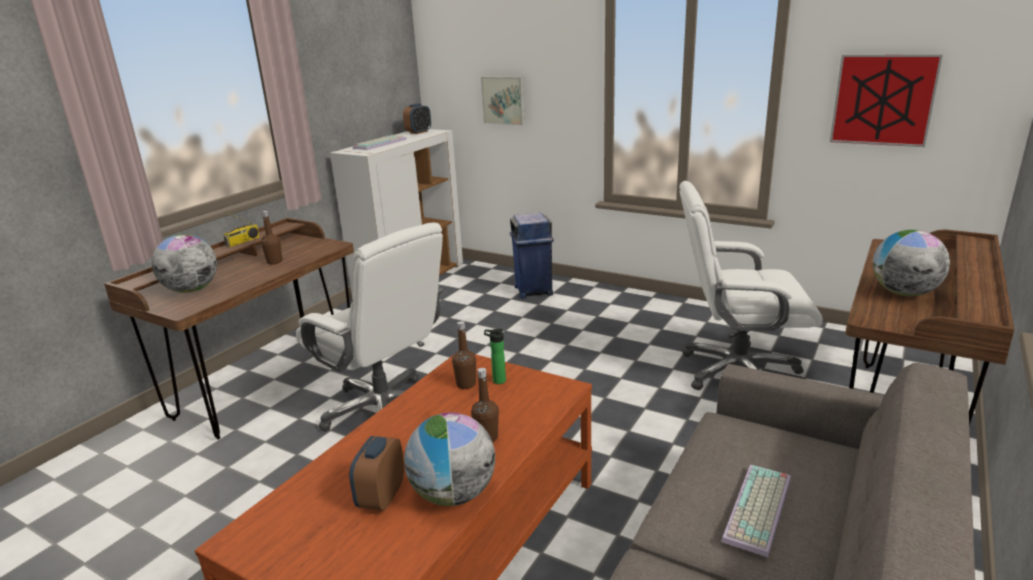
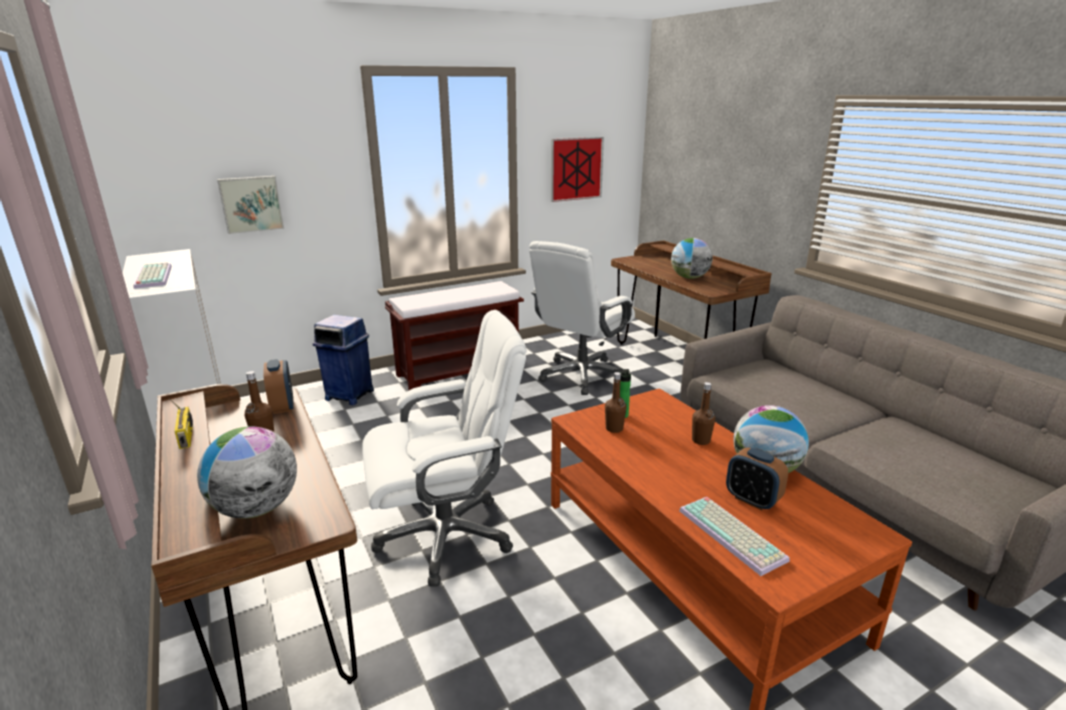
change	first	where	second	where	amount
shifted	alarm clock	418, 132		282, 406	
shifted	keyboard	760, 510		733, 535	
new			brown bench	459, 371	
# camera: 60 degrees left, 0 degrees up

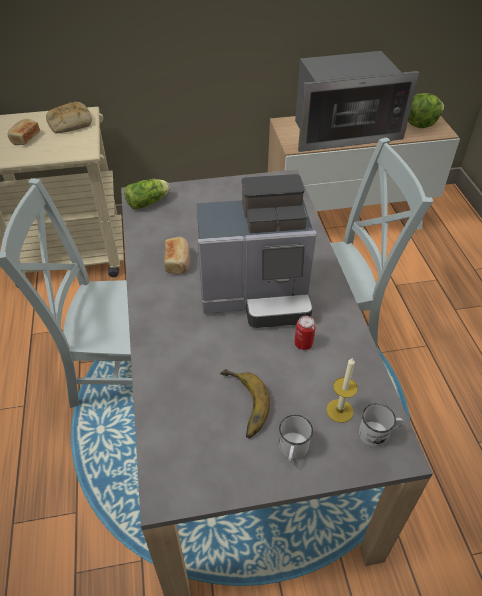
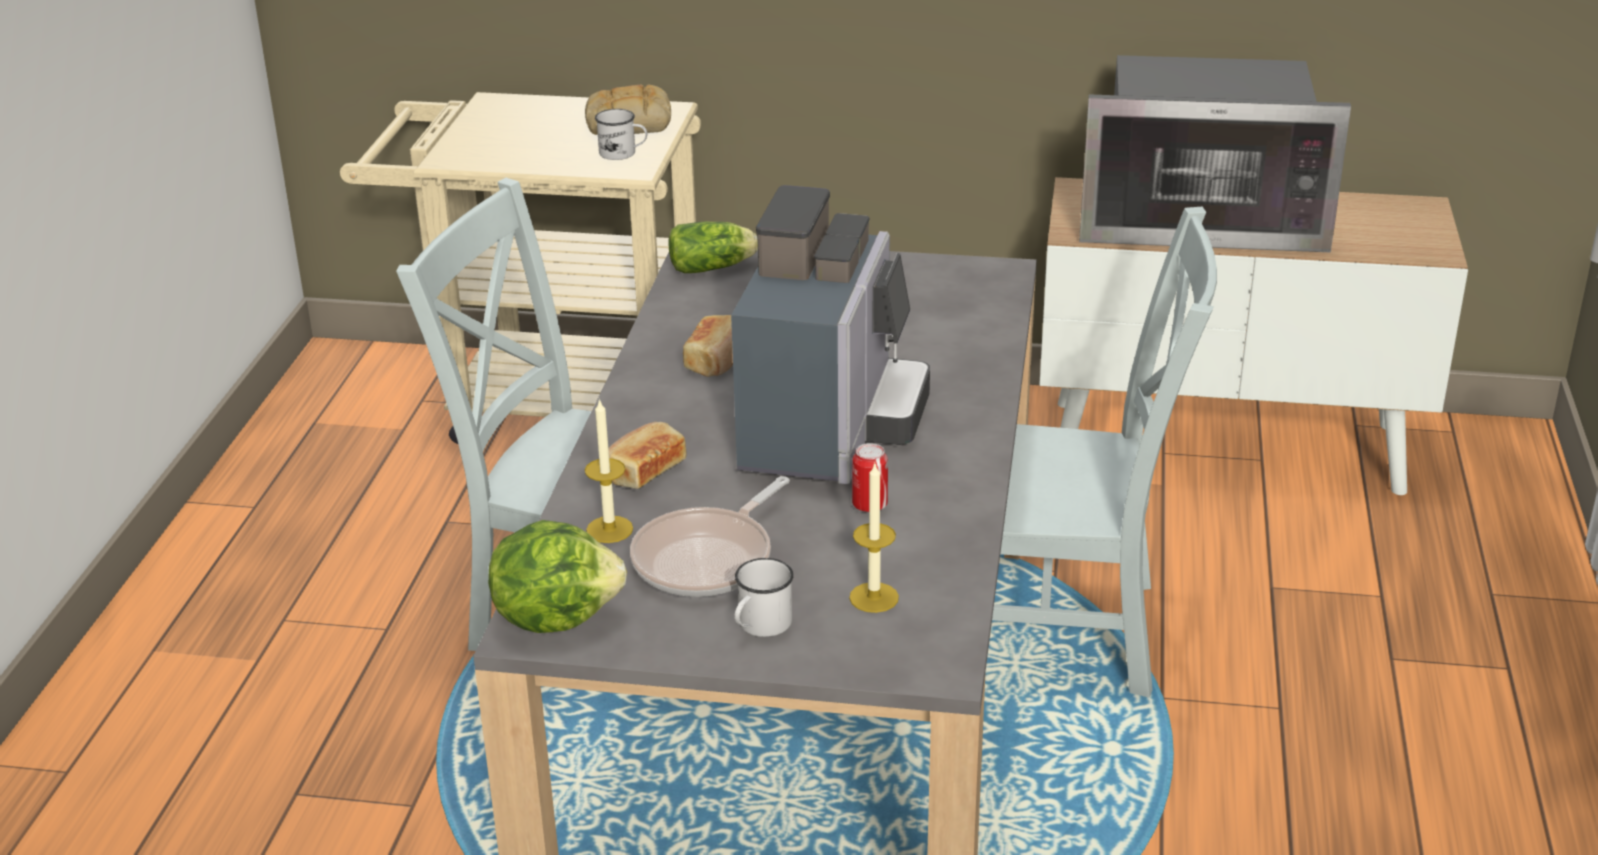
change	first	where	second	where	amount
shifted	lettuce	420, 124		556, 616	
shifted	bread	25, 138		644, 471	
rotated	coffee machine	257, 295		830, 429	90 degrees counterclockwise
swapped	banana	240, 405	frying pan	708, 558	
shifted	white mug	378, 434		623, 153	
new			candle	609, 529	
# camera: 20 degrees right, 15 degrees down

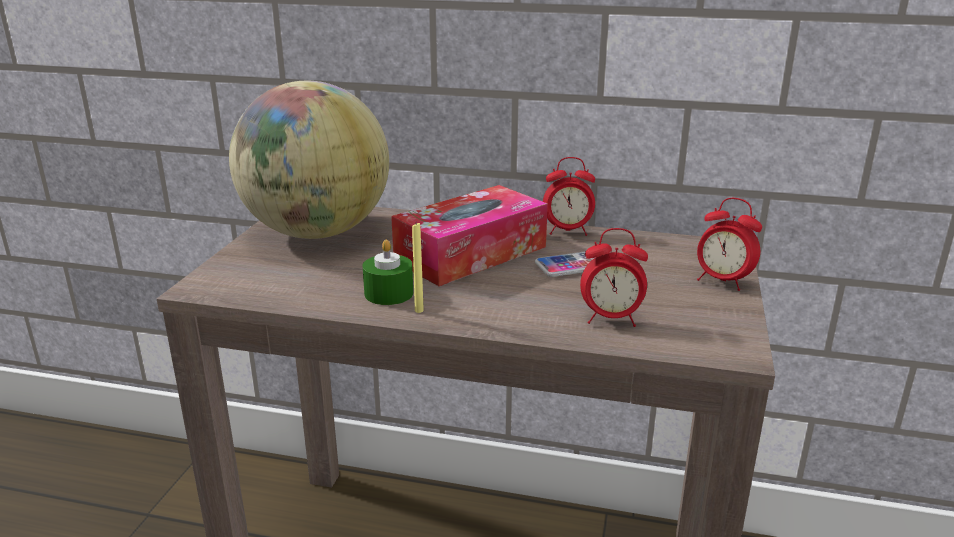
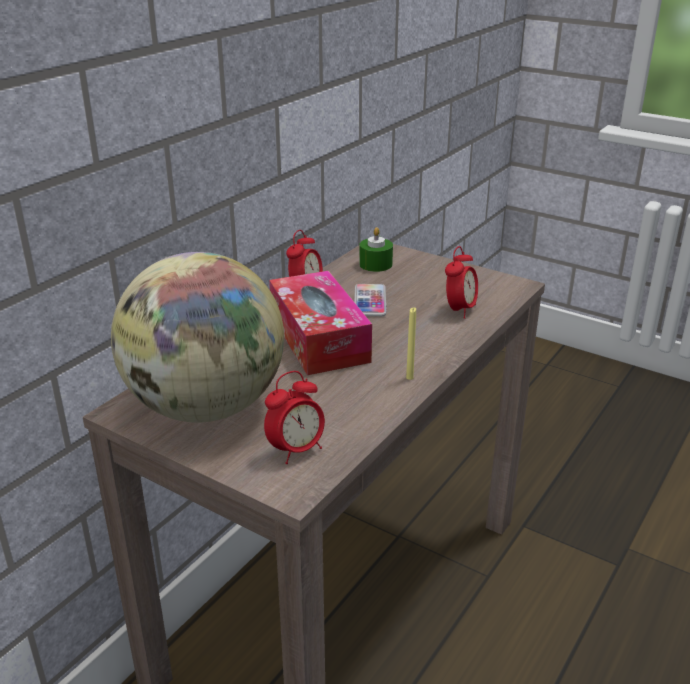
change	first	where	second	where	amount
shifted	alarm clock	722, 281		296, 450	
shifted	green candle	388, 293		375, 264	
# camera: 70 degrees left, 5 degrees up

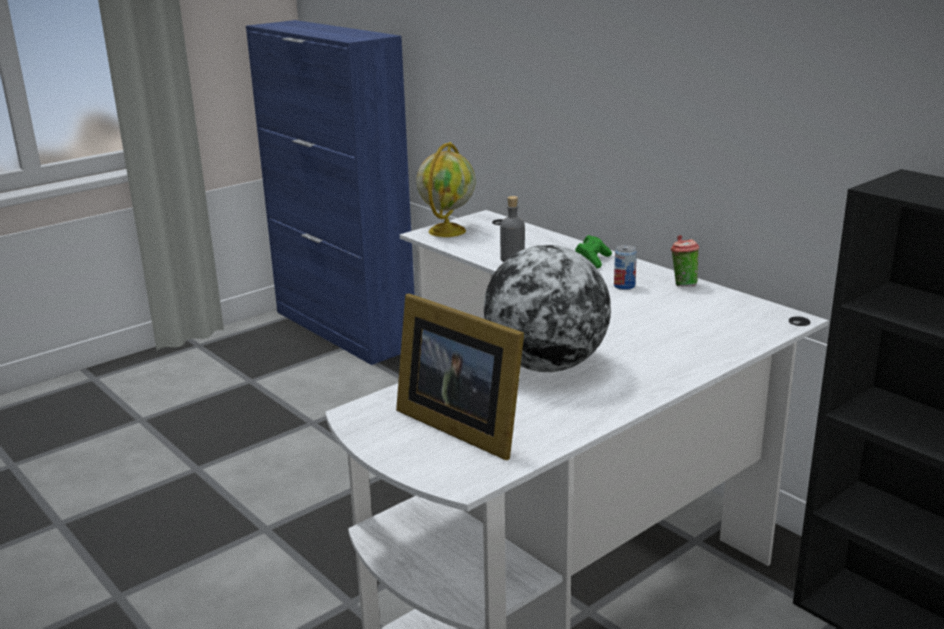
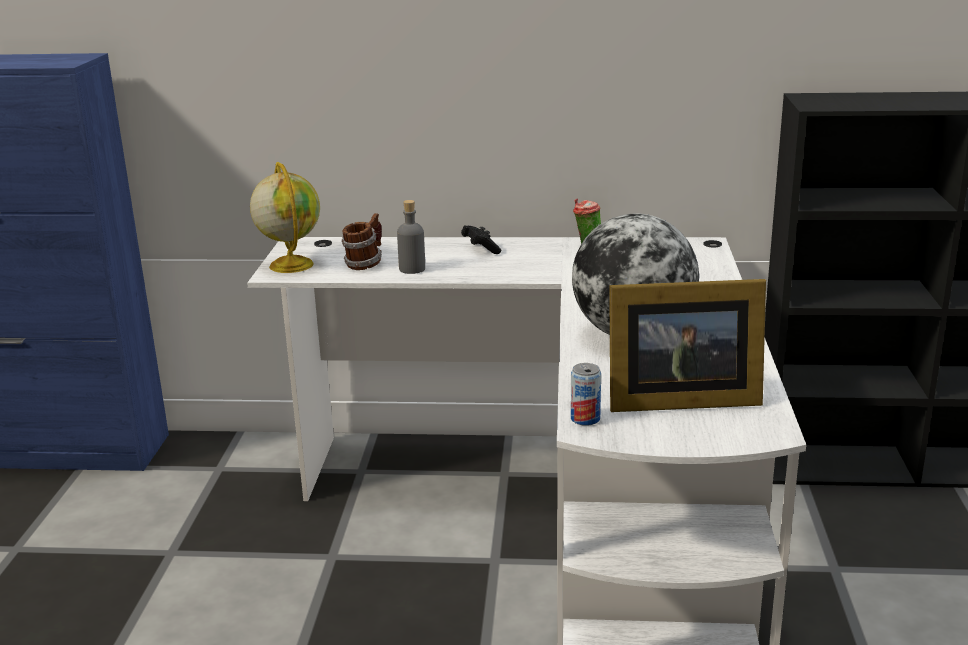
change	first	where	second	where	amount
repainted	green game controller	593, 260	black game controller	480, 249	
shifted	can	624, 286		585, 419	
new			mug	365, 264	
# camera: 45 degrees left, 0 degrees up

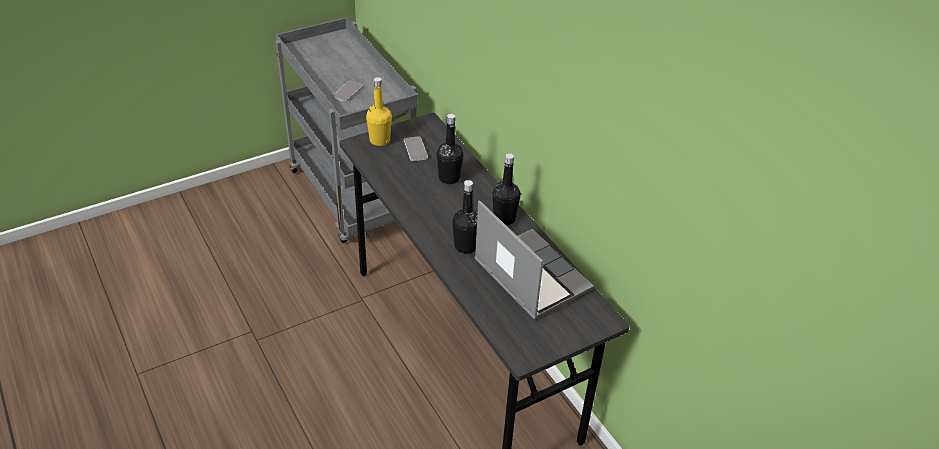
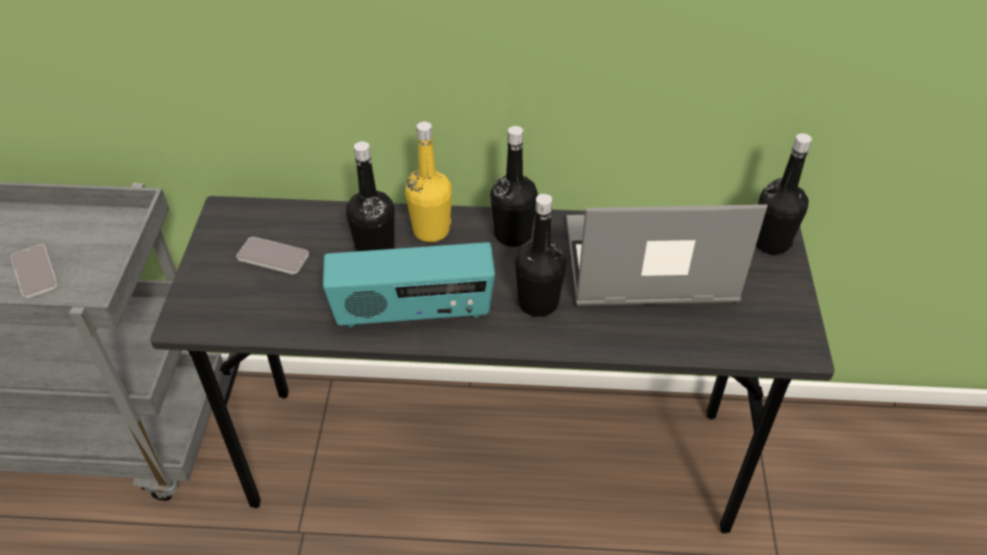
change	first	where	second	where	amount
shifted	yellow bottle	380, 140		431, 230	
new			black bottle	771, 242	
new			radio	413, 313	
# camera: 55 degrees left, 5 degrees up

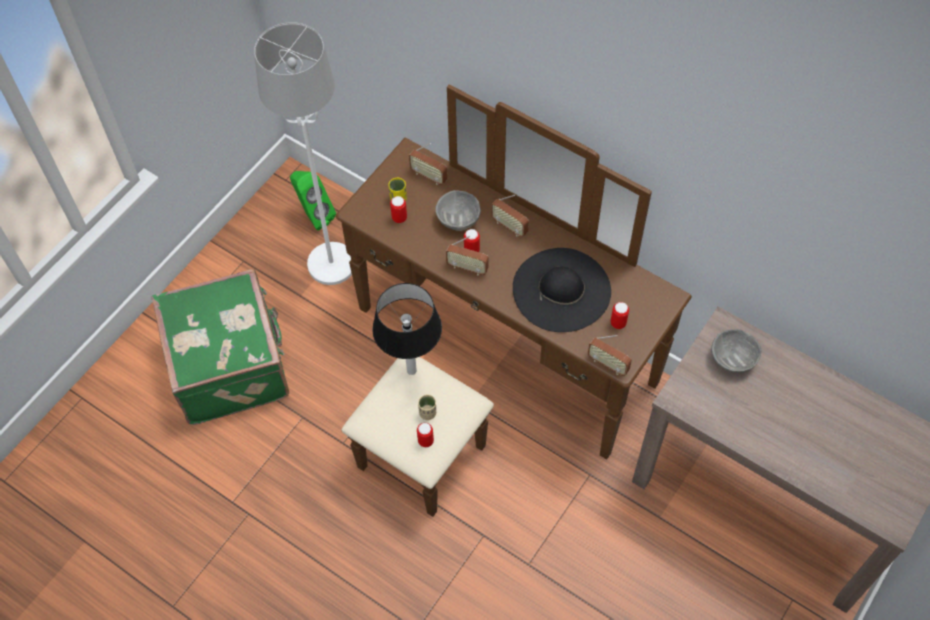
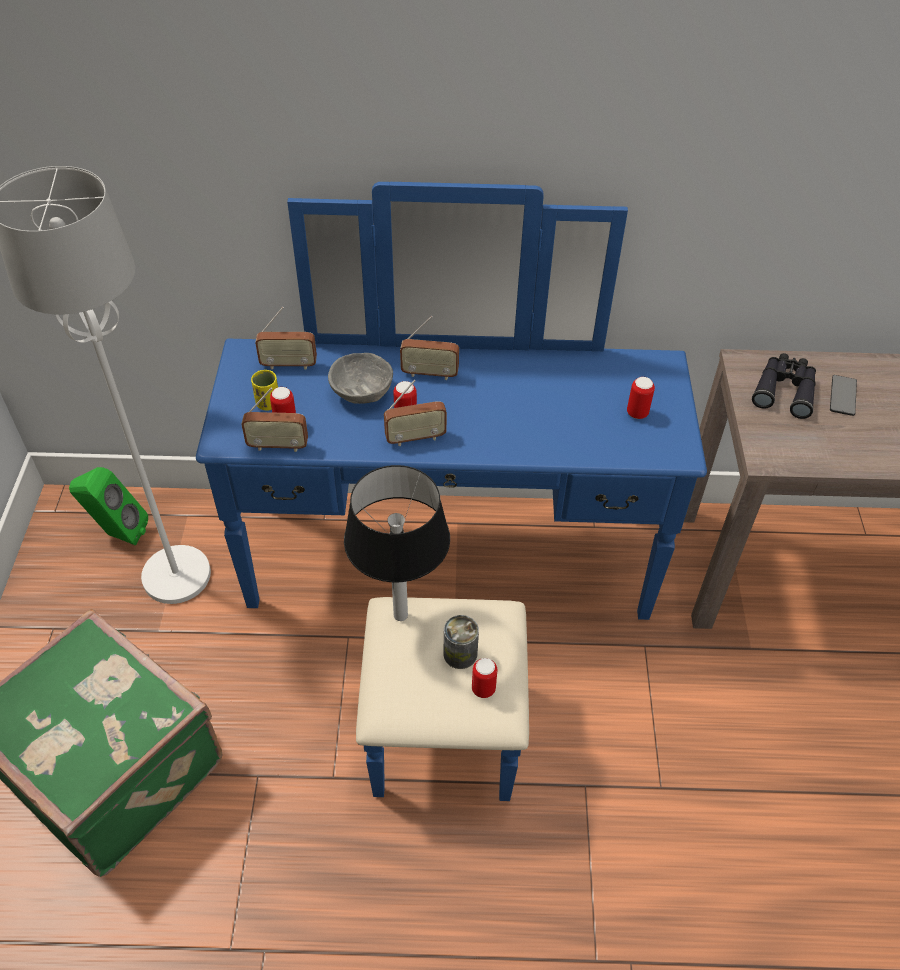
change	first	where	second	where	amount
repainted	brown dresser	488, 371	blue dresser	450, 596	
gone	black hat	561, 289			
swapped	grey bowl	733, 359	black binoculars	784, 390	
shifted	radio	608, 364		278, 446	
swapped	beige cup	427, 413	can	460, 654	
new			phone	842, 396	
# camera: 35 degrees left, 10 degrees down

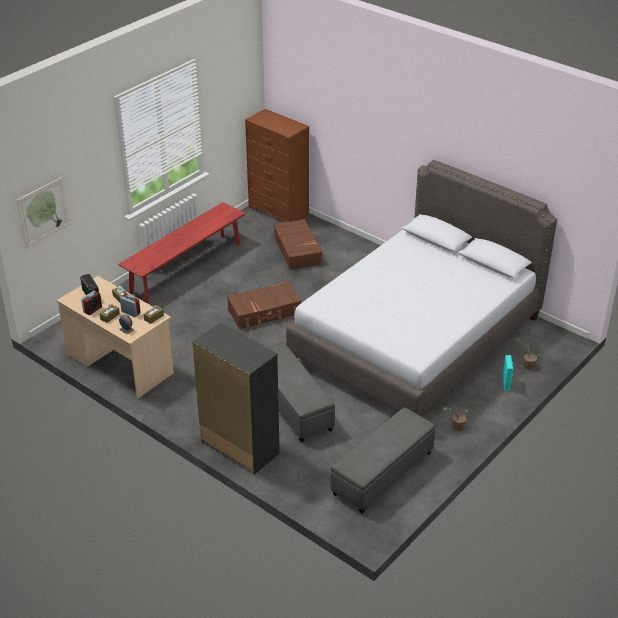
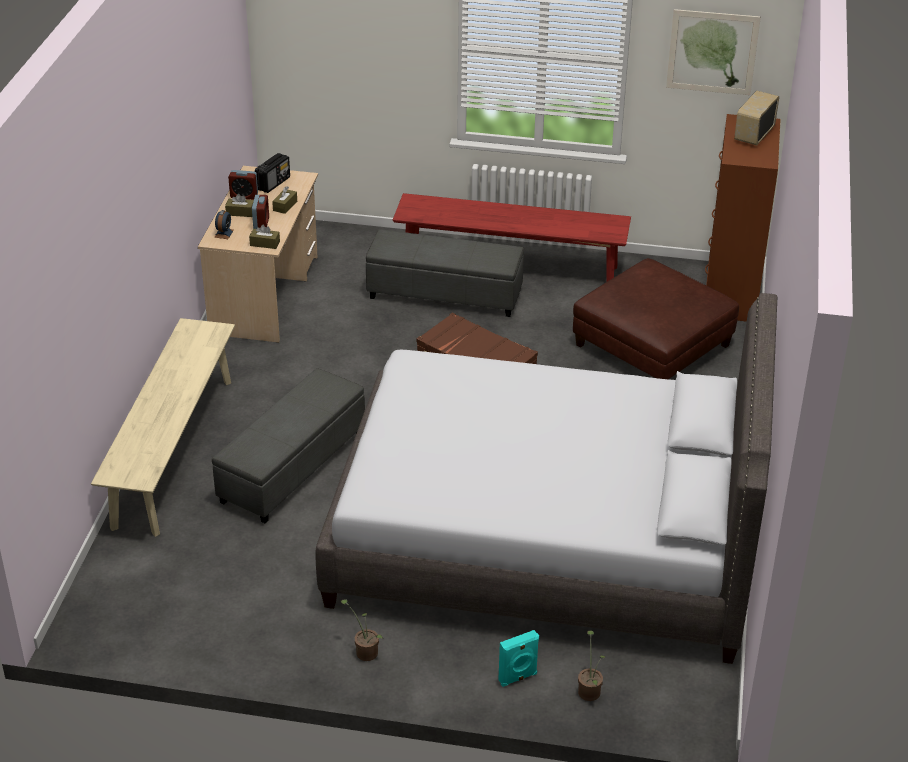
change	first	where	second	where	amount
shifted	picture	43, 212		712, 52	
swapped	brown suitcase	297, 250	brown ottoman	652, 345	
swapped	black dresser	239, 447	beige bench	173, 451	
shifted	grey ottoman	383, 473		444, 294	
new			radio	753, 134	
# camera: 60 degrees right, 0 degrees up

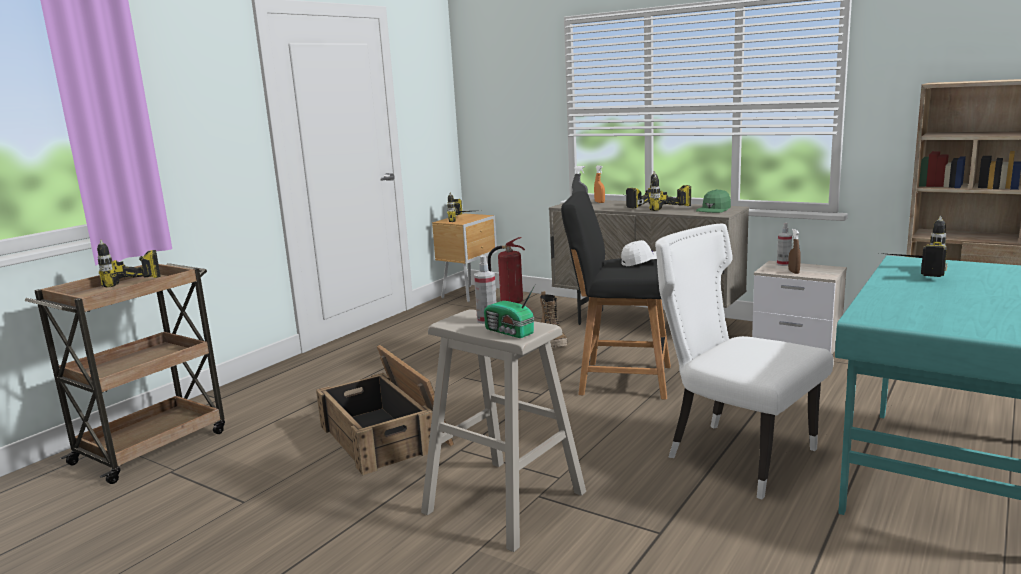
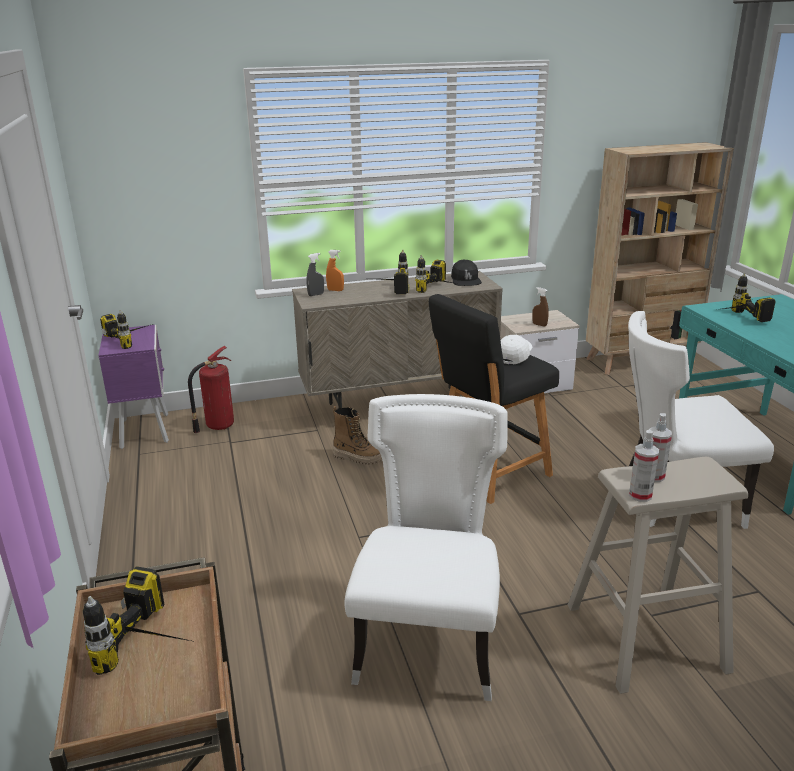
change	first	where	second	where	amount
repainted	green cap	714, 209	black cap	465, 280	
repainted	brown nightstand	470, 294	purple nightstand	146, 430	
shifted	spray bottle	783, 264		640, 495	
gone	radio	509, 332			
swapped	crate	386, 435	white chair	429, 643	
# camera: 50 degrees left, 10 degrees up

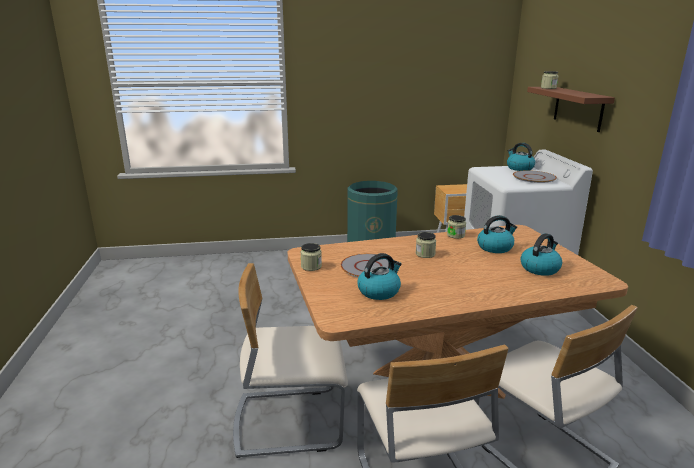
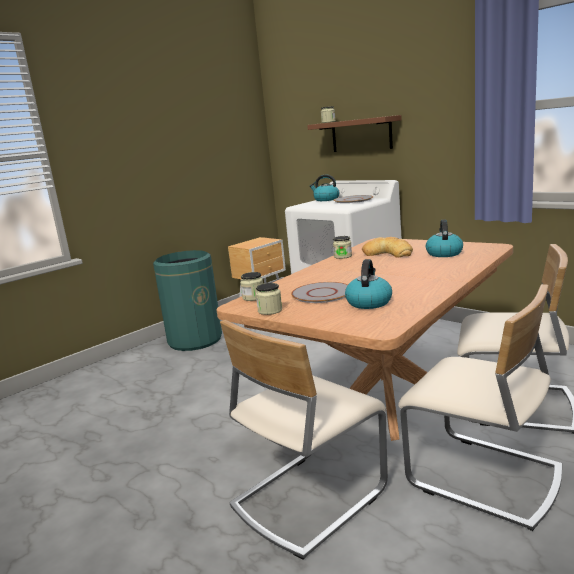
change	first	where	second	where	amount
swapped	kettle	495, 247	bread	388, 253	
shifted	jar	425, 254		253, 297	
# camera: 35 degrees left, 5 degrees down

